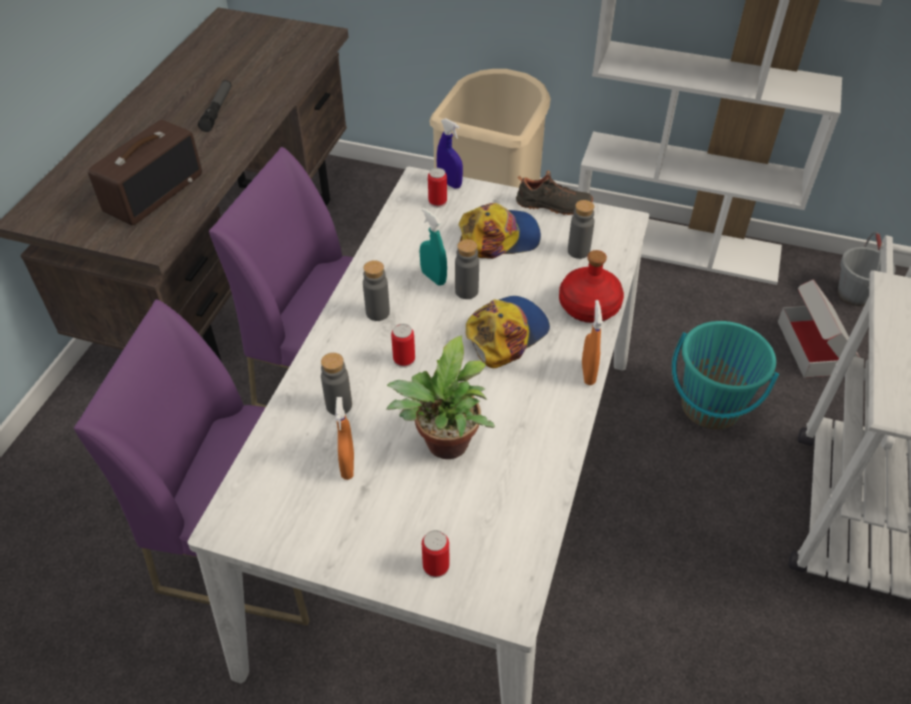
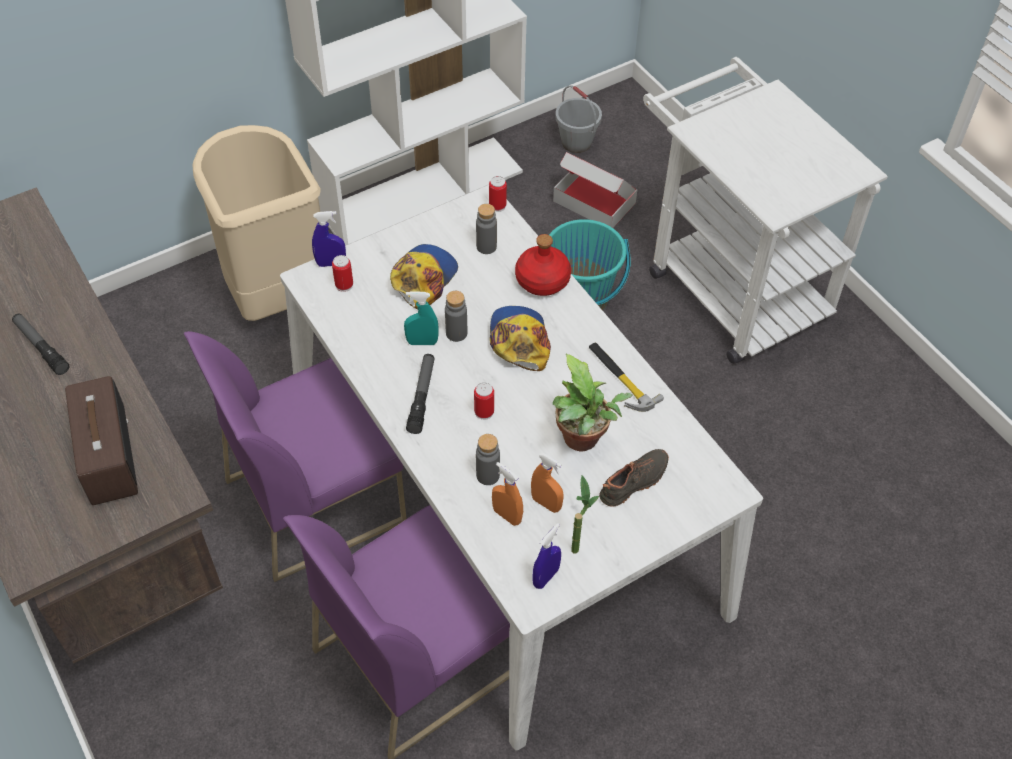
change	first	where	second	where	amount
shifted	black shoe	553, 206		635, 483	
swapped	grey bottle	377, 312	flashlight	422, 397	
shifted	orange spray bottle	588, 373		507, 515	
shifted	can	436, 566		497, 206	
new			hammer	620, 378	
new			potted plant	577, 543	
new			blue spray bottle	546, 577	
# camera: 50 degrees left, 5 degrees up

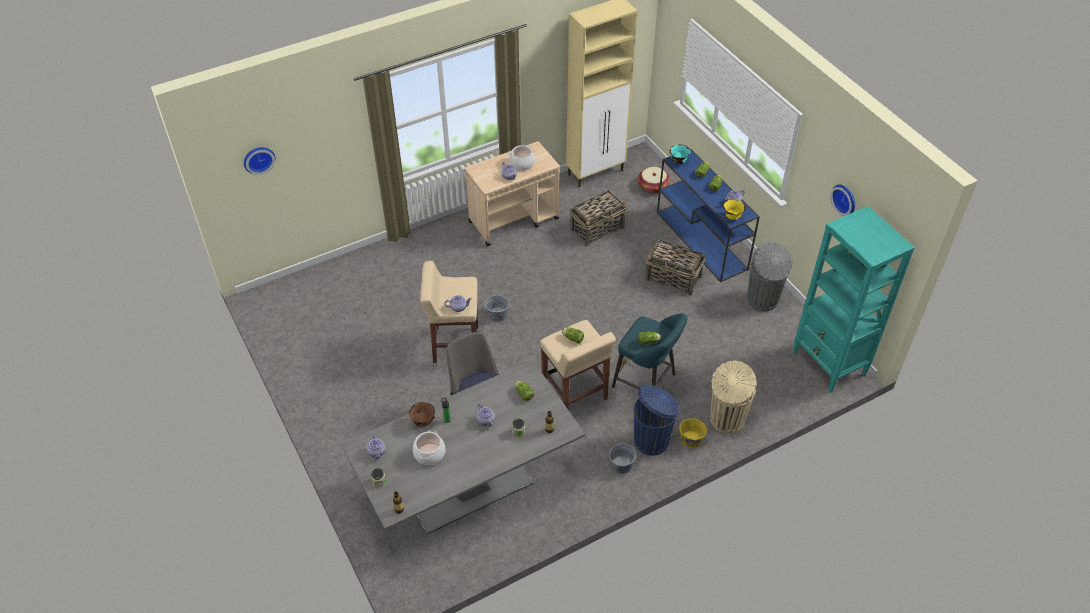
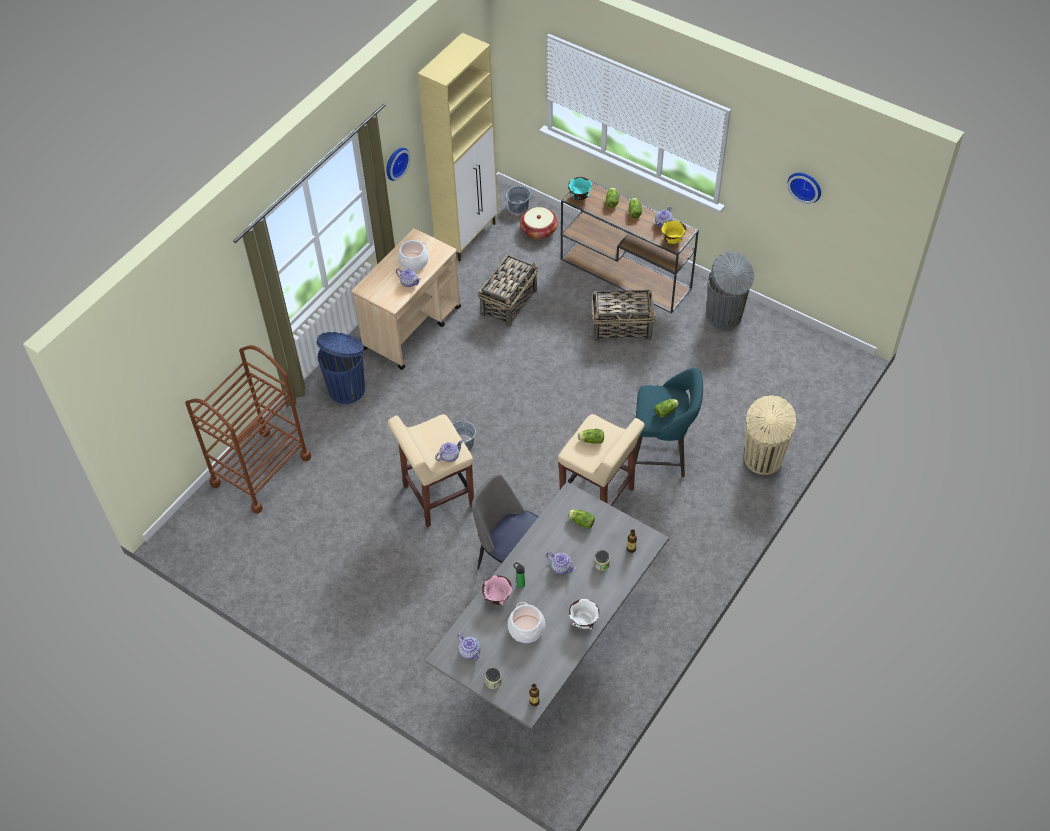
change	first	where	second	where	amount
shifted	wall clock	258, 159		395, 162	
repainted	blue console table	702, 241	brown console table	627, 274	
gone	turquoise bookcase	829, 364			
shifted	blue trash can	652, 440		347, 388	
repainted	brown bowl	423, 422	pink bowl	497, 598	
gone	yellow bucket	691, 439			
shifted	grey bucket	621, 465		518, 207	
new			brown cart	261, 470	
new			white bowl	584, 622	
# camera: 25 degrees left, 5 degrees up

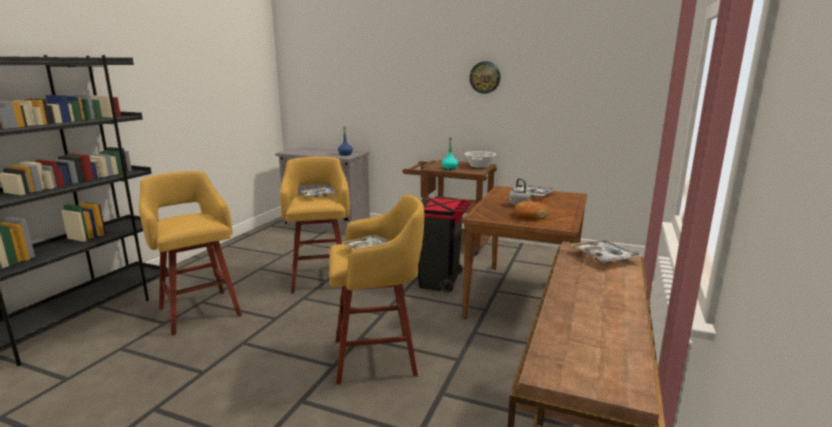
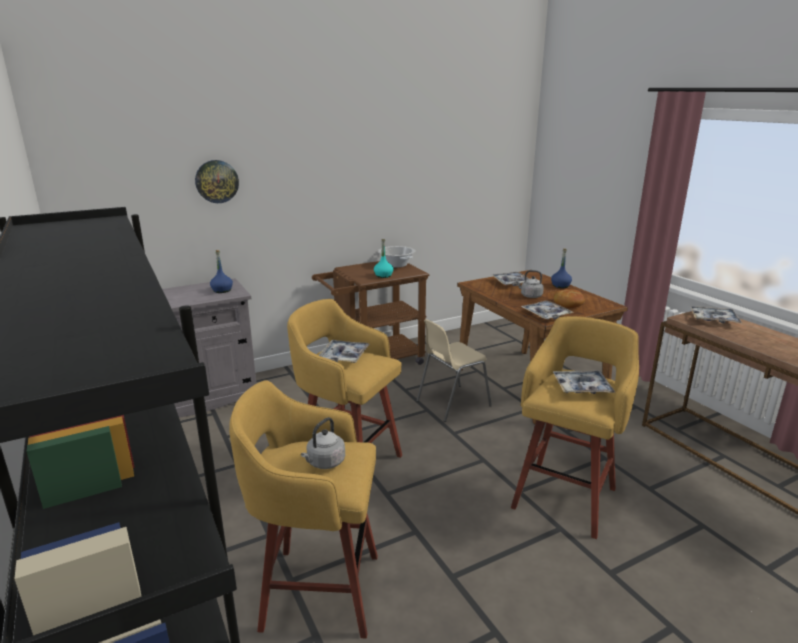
change	first	where	second	where	amount
shifted	wall clock	485, 77		216, 181	
swapped	black trash can	439, 281	beige chair	452, 403	
new			blue bottle	560, 286	
new			tray	546, 314	
new			grey kettle	324, 463	
# camera: 50 degrees left, 5 degrees up

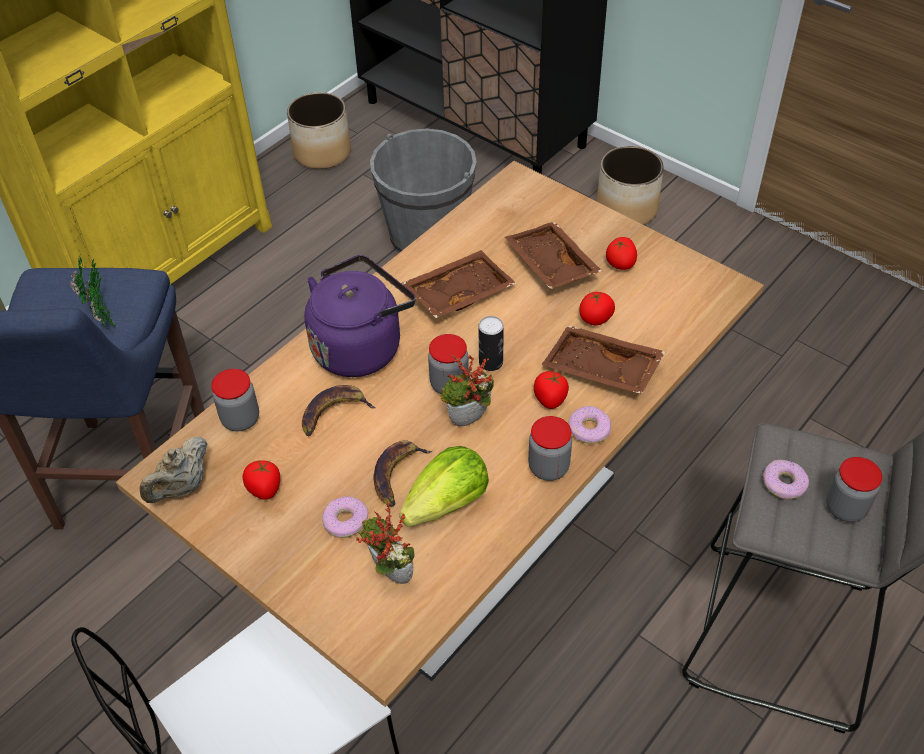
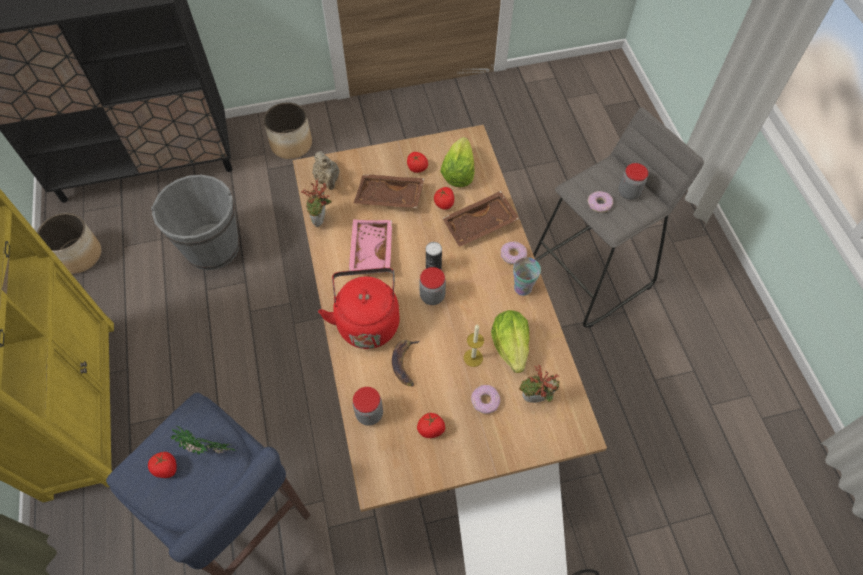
change	first	where	second	where	amount
repainted	brown tray	458, 292	pink tray	370, 250	
repainted	purple kettle	360, 346	red kettle	367, 321	
shifted	potted plant	469, 423		321, 221	
shifted	tomato	550, 399		166, 468	
swapped	jar	548, 467	cup	522, 288	
shifted	beige teapot	182, 487		328, 180	
swapped	banana	397, 474	candle	473, 358	
new			lettuce	458, 173	
# camera: 55 degrees left, 10 degrees up

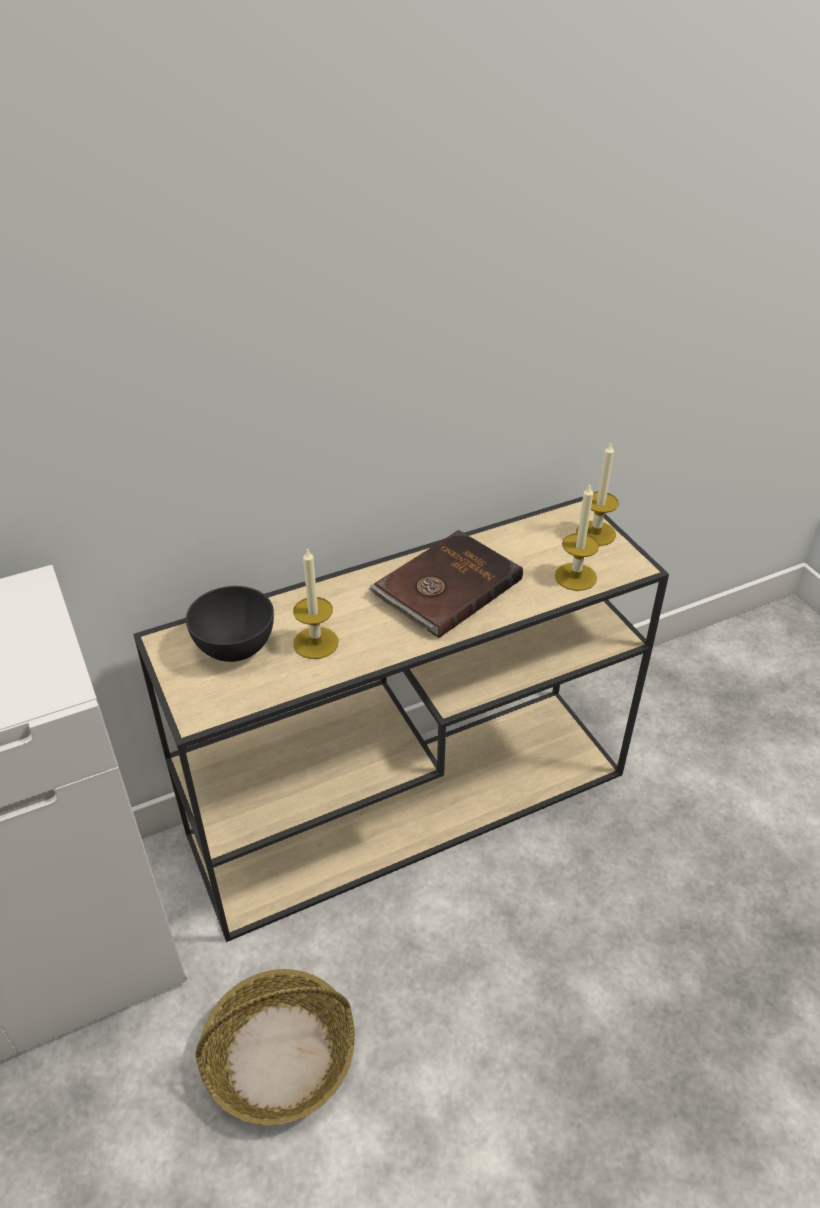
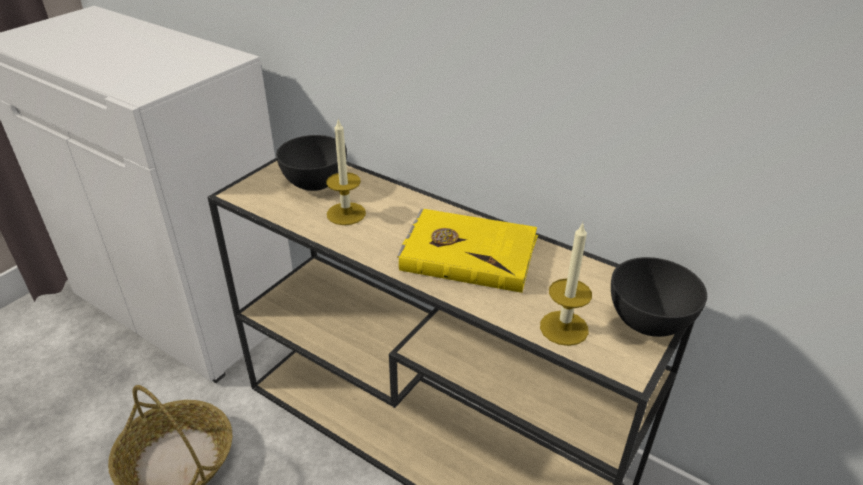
change	first	where	second	where	amount
swapped	candle	595, 533	grey bowl	648, 321	
repainted	brown book	446, 587	yellow book	468, 252	
# camera: 60 degrees right, 5 degrees down

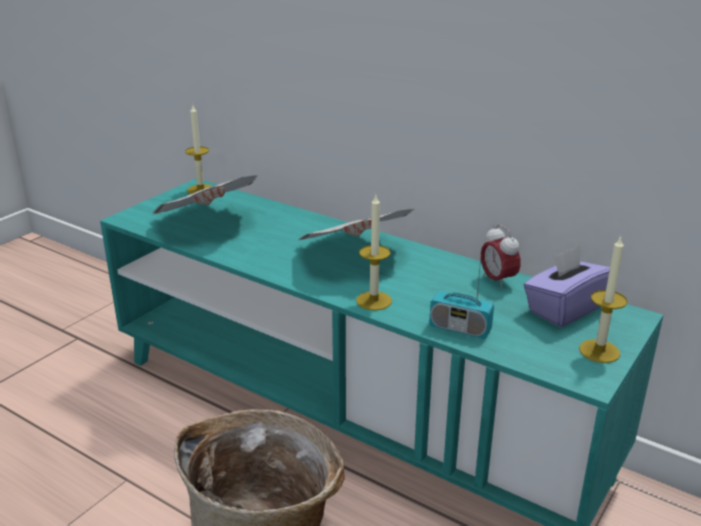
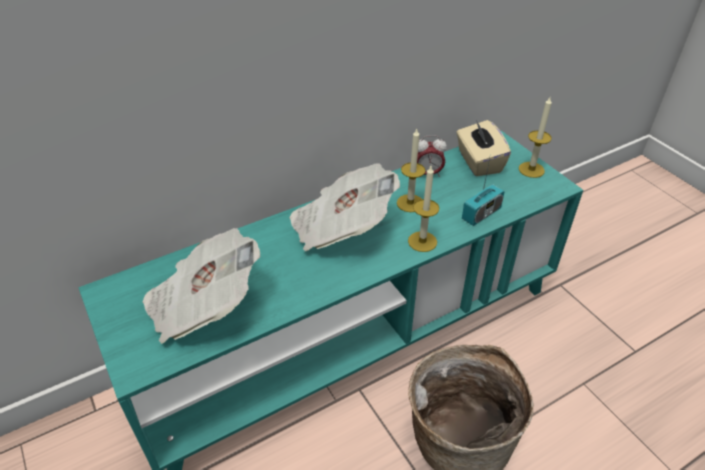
change	first	where	second	where	amount
shifted	candle	201, 190		410, 203	
repainted	purple tissue box	564, 309	beige tissue box	478, 162	
# camera: 65 degrees left, 15 degrees up

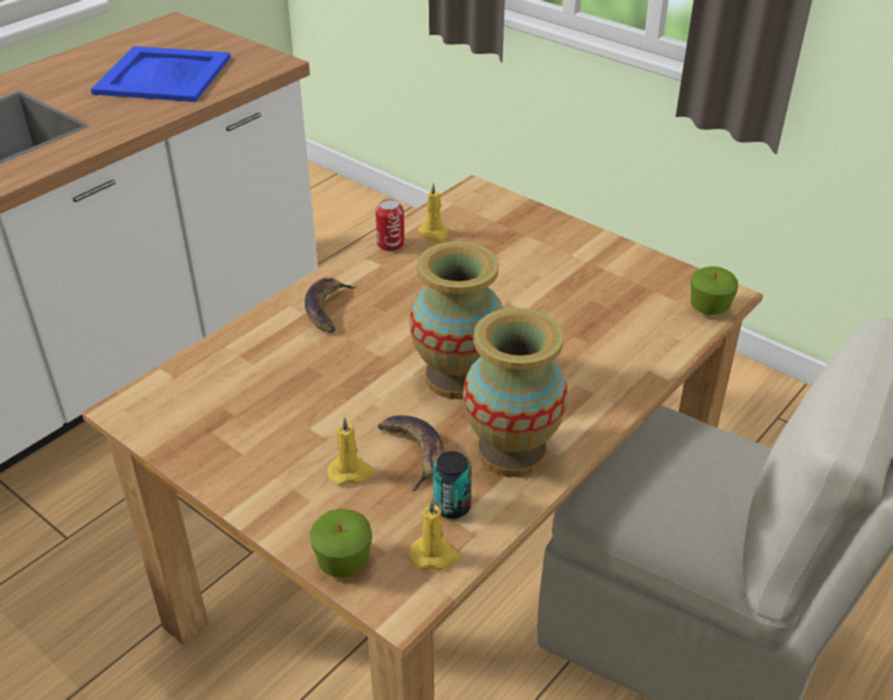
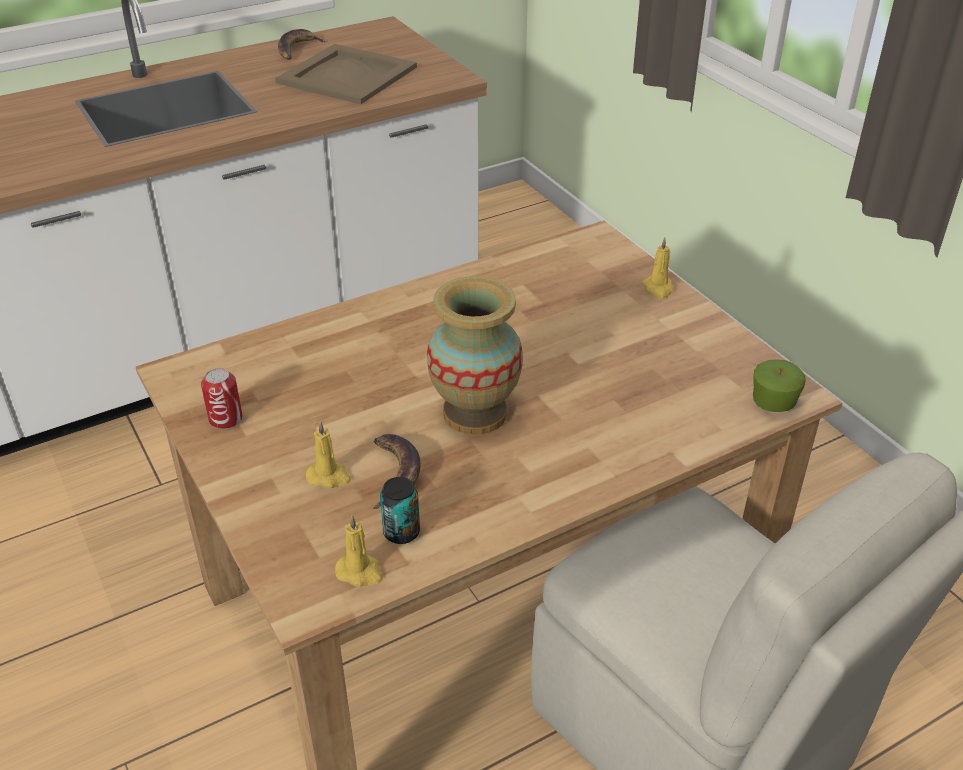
change	first	where	second	where	amount
repainted	blue tray	163, 75	beige tray	347, 74	
shifted	yellow candle	434, 233		658, 289	
shifted	can	390, 244		225, 419	
shifted	banana	327, 309		298, 49	
gone	vase	511, 452			
gone	apple	343, 561			
# camera: 20 degrees right, 0 degrees up

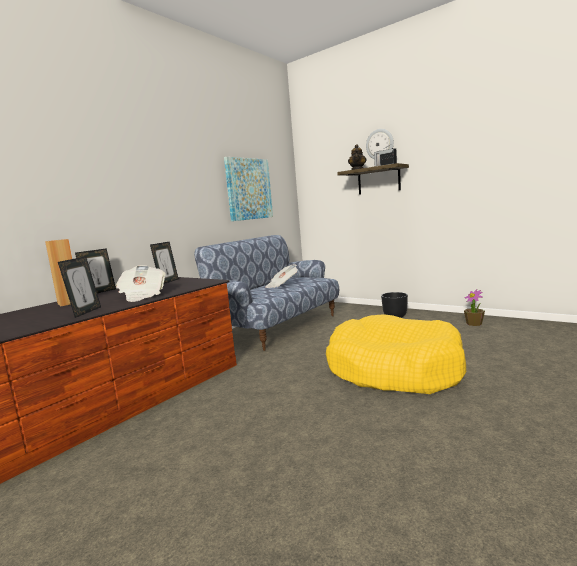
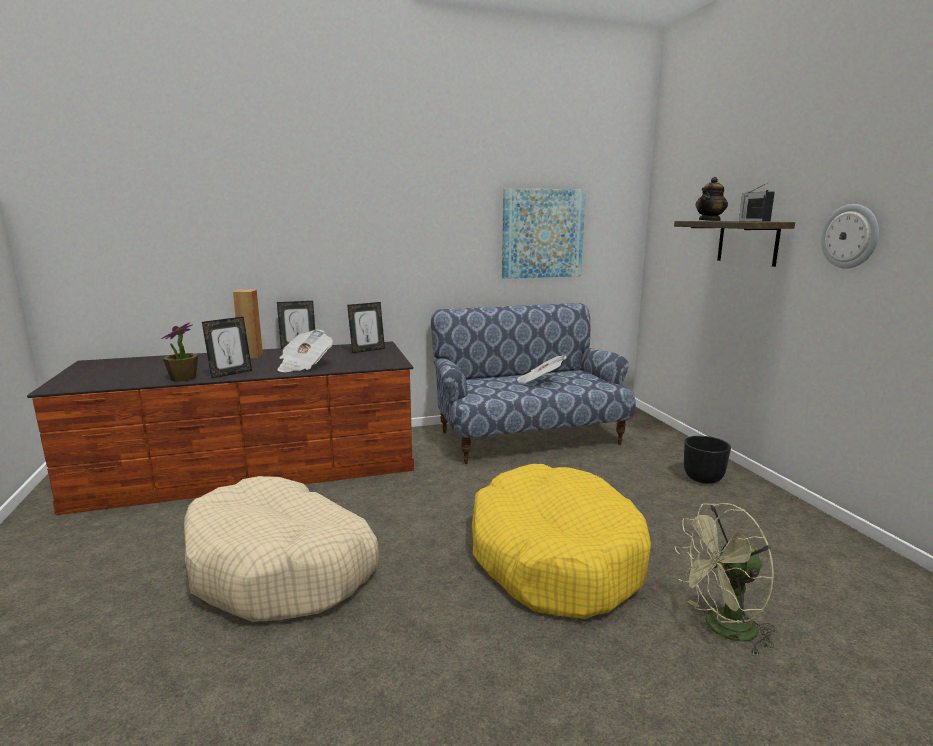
change	first	where	second	where	amount
shifted	wall clock	380, 144		850, 236	
shifted	potted plant	474, 324		183, 378	
new			beige dog bed	281, 567	
new			green fan	722, 629	
# camera: 35 degrees right, 5 degrees up

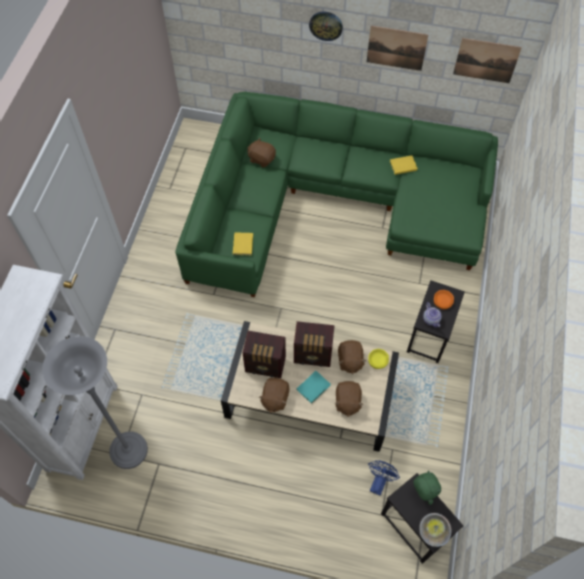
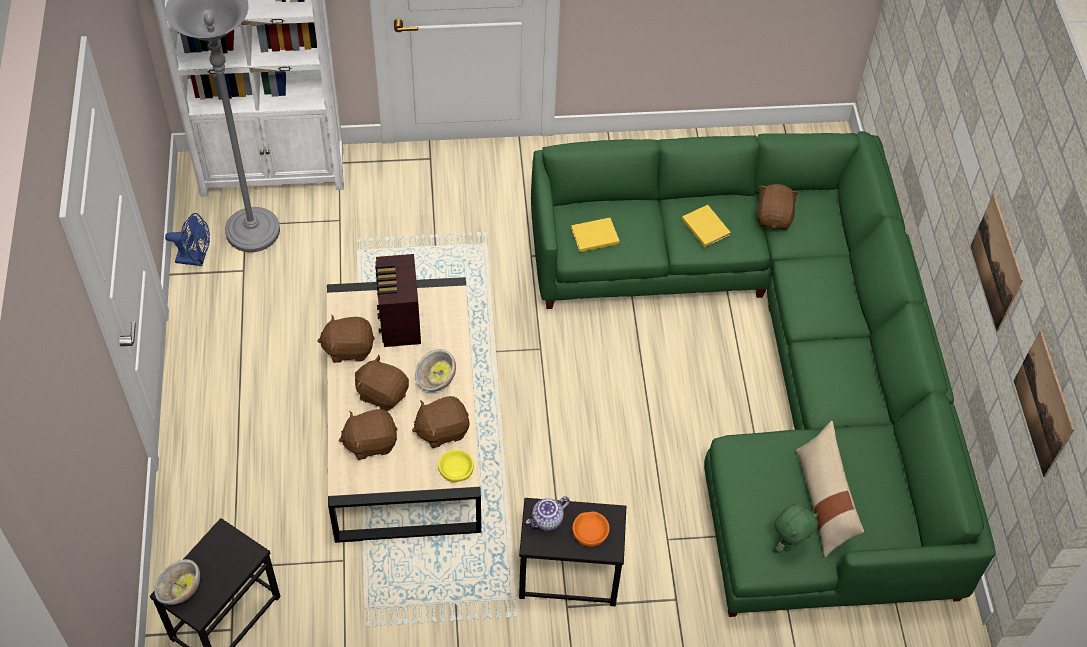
change	first	where	second	where	amount
gone	wall clock	326, 25			
shifted	yellow book	402, 165		705, 226	
swapped	radio	313, 355	bowl	436, 380	
swapped	turquoise book	314, 387	brown plush toy	382, 393	
shifted	blue fan	379, 481		195, 259	
shifted	green plush toy	422, 493		789, 543	
new			beige pillow	823, 501	
# camera: 70 degrees right, 5 degrees down

